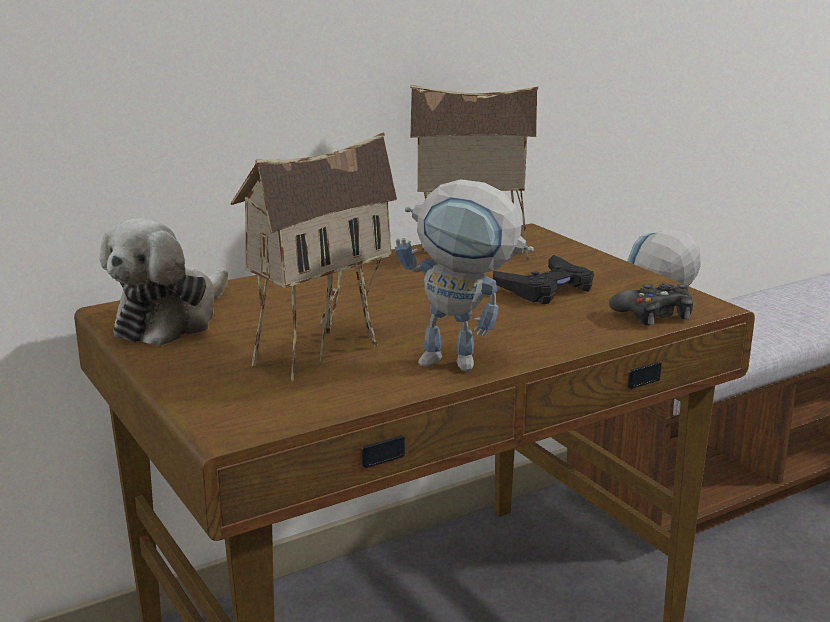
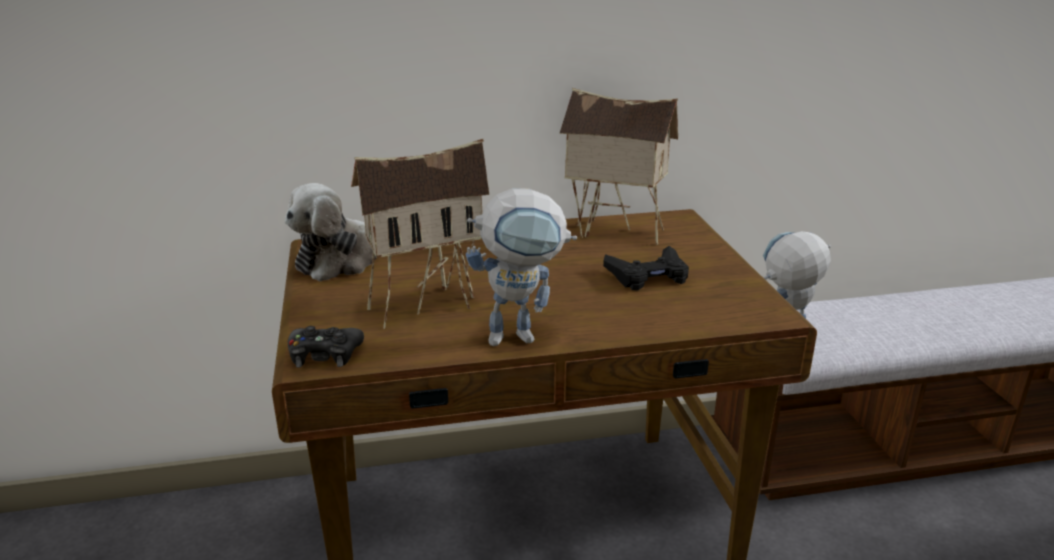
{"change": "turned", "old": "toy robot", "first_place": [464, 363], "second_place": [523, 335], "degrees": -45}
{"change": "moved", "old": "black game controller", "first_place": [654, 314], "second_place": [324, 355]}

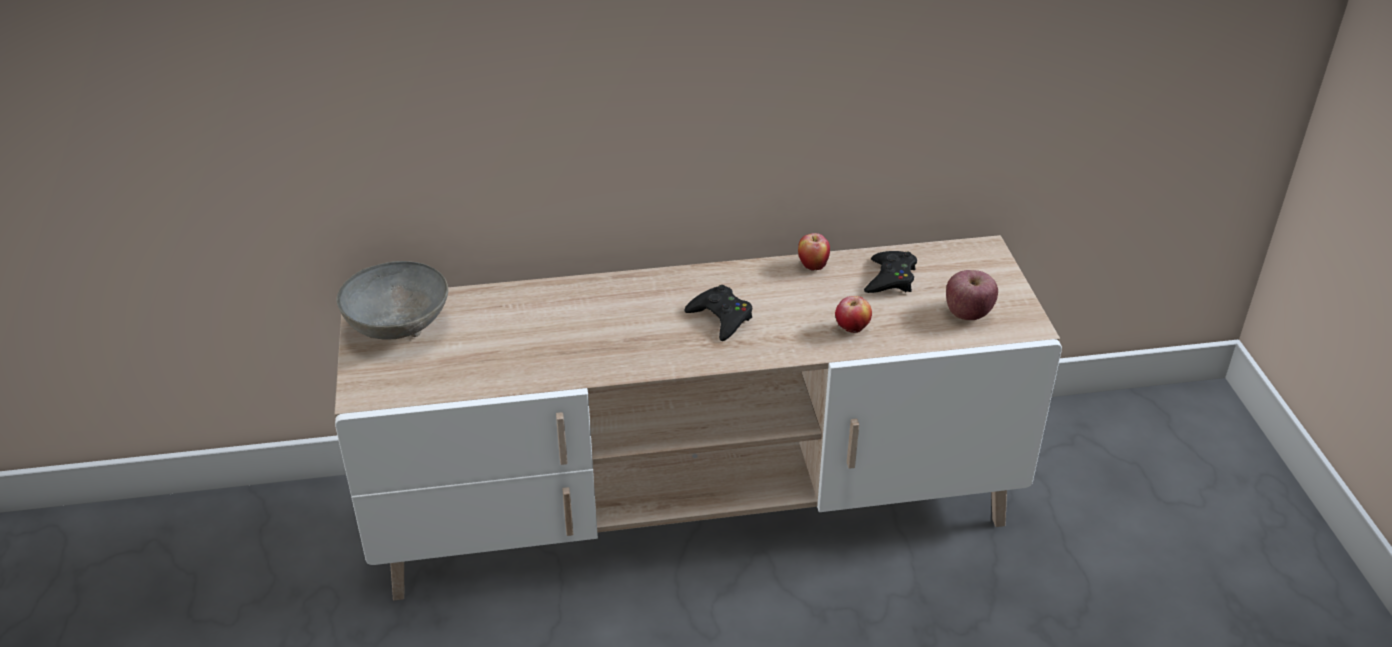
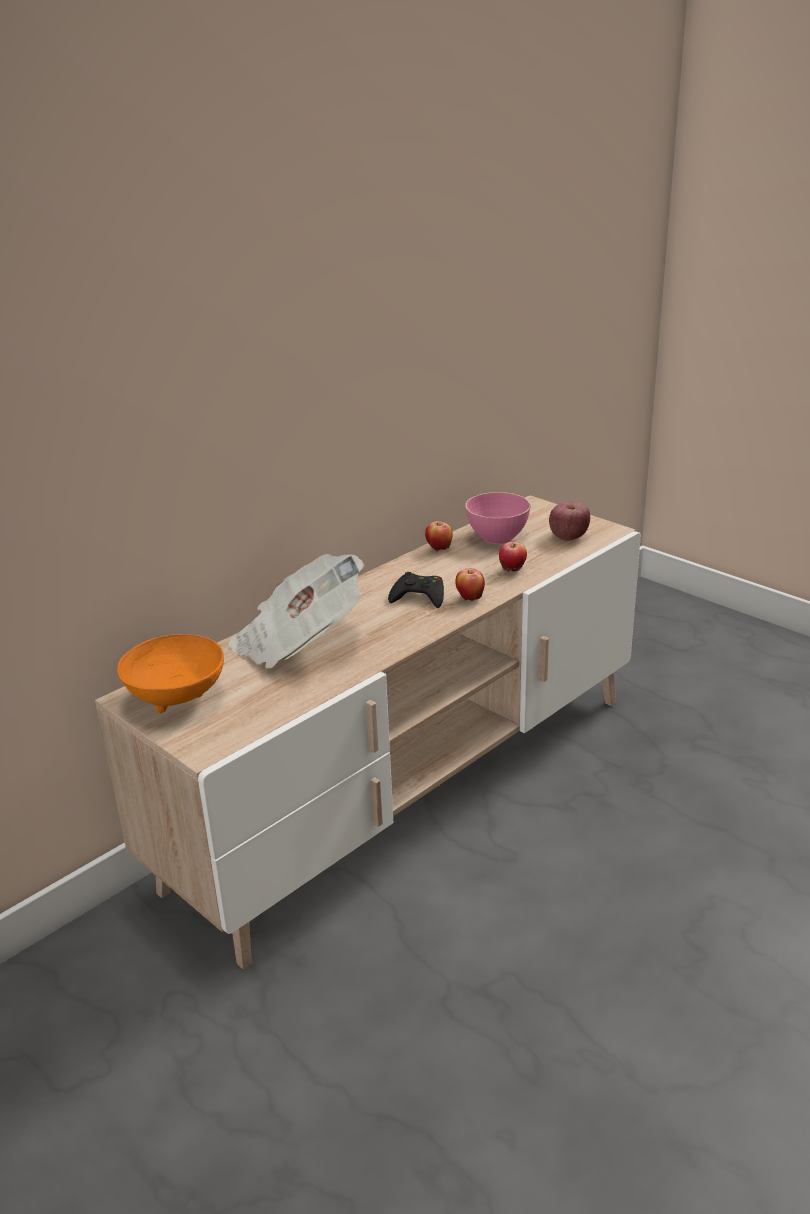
{"change": "recoloured", "old": "grey bowl", "new": "orange bowl", "first_place": [397, 330], "second_place": [176, 700]}
{"change": "replaced", "old": "black game controller", "new": "pink bowl", "first_place": [890, 278], "second_place": [497, 537]}
{"change": "added", "new": "newspaper", "second_place": [298, 641]}
{"change": "added", "new": "apple", "second_place": [469, 598]}

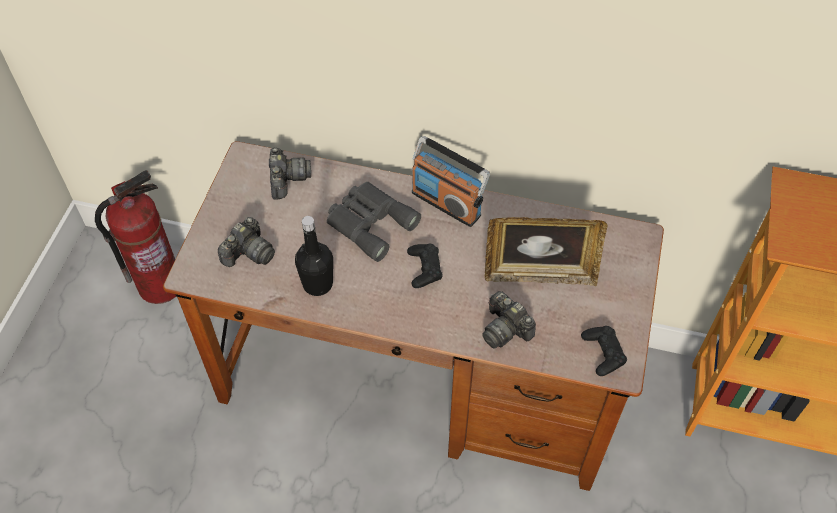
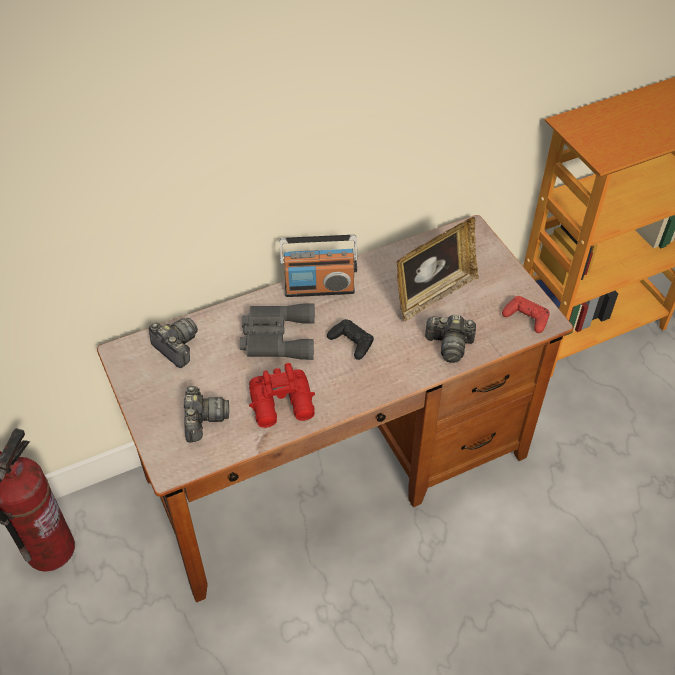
{"change": "replaced", "old": "black bottle", "new": "red binoculars", "first_place": [317, 284], "second_place": [283, 405]}
{"change": "recoloured", "old": "black game controller", "new": "red game controller", "first_place": [603, 353], "second_place": [526, 317]}

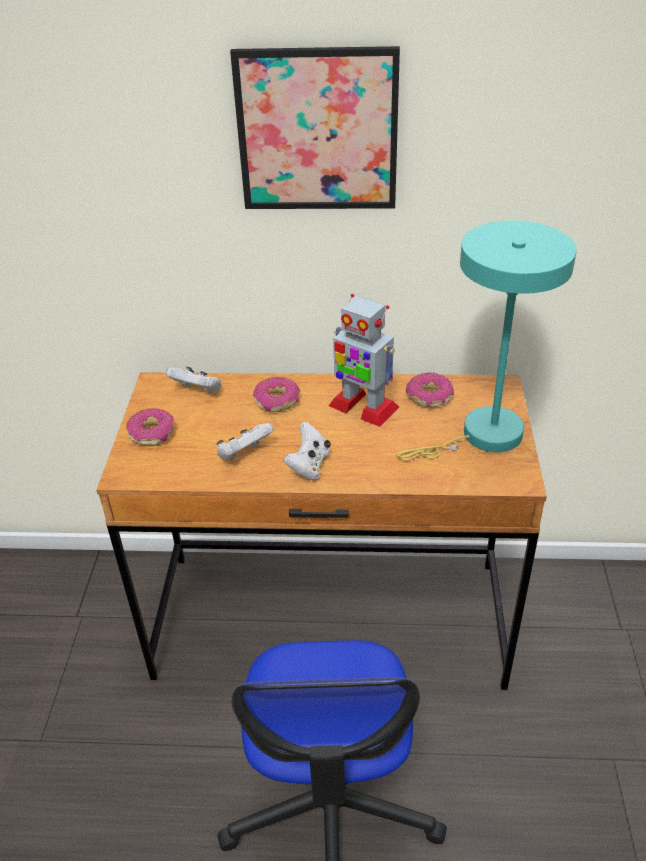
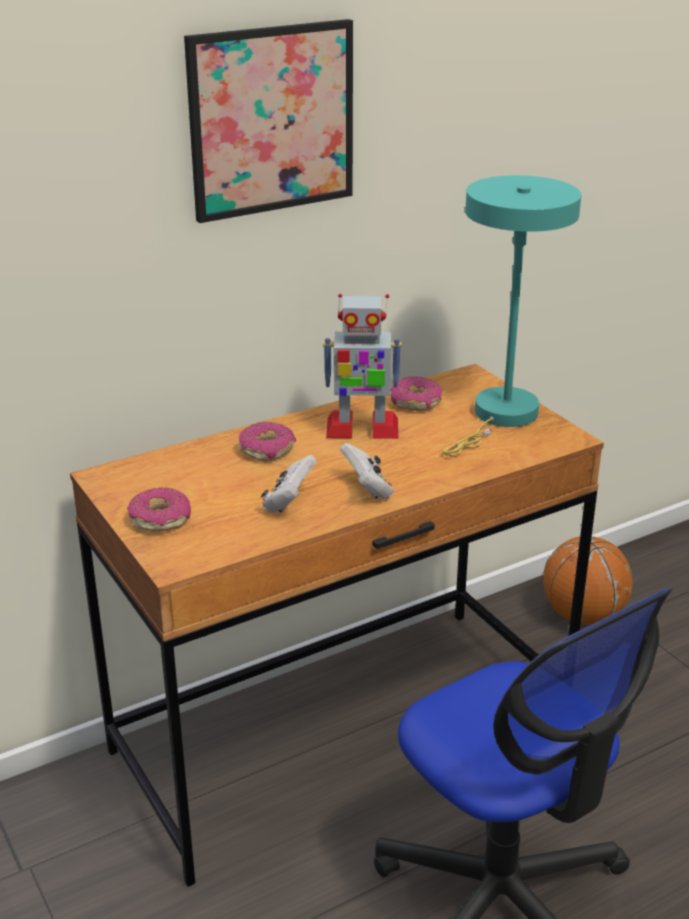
{"change": "removed", "old": "white game controller", "first_place": [198, 391]}
{"change": "added", "new": "basketball", "second_place": [582, 616]}

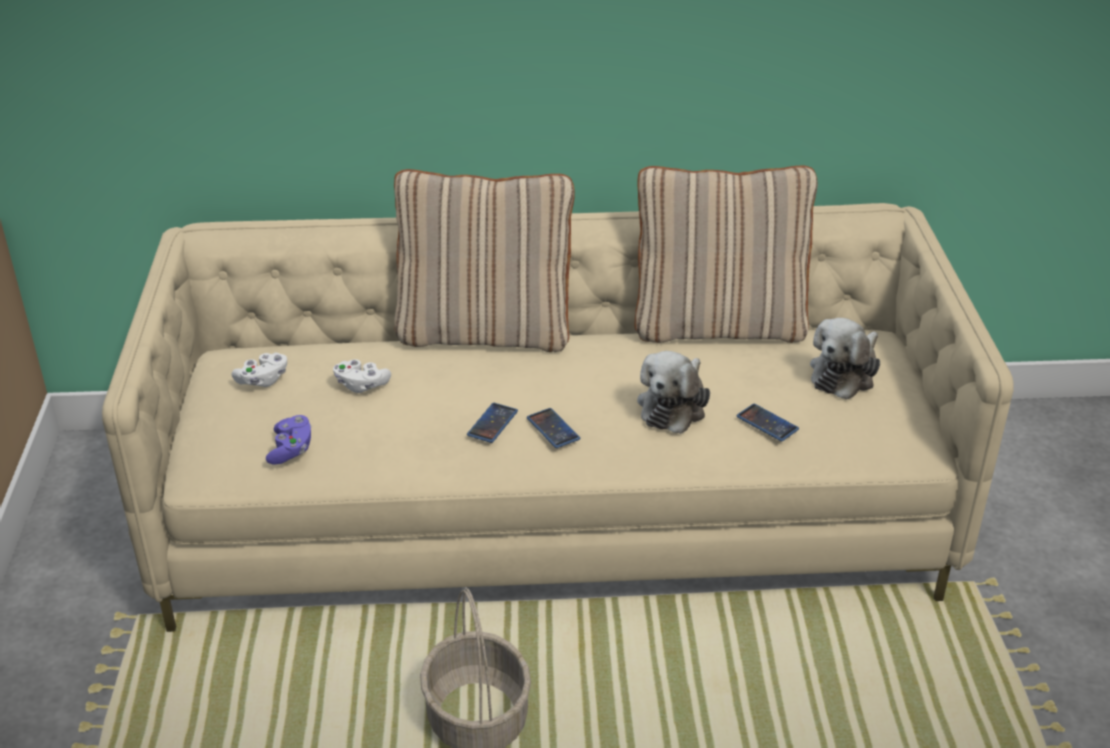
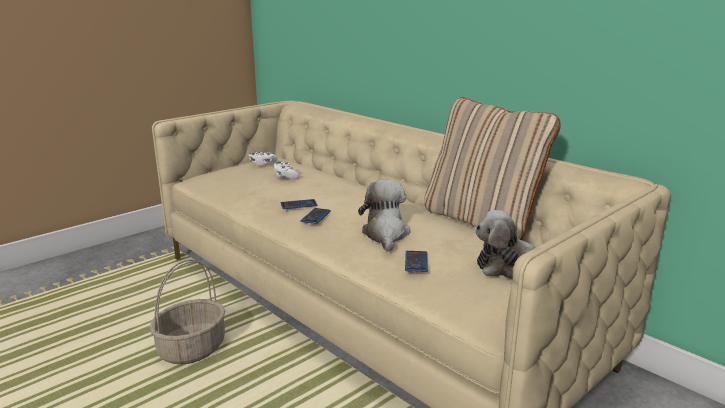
{"change": "removed", "old": "purple game controller", "first_place": [291, 450]}
{"change": "removed", "old": "beige pillow", "first_place": [485, 331]}
{"change": "turned", "old": "plush toy", "first_place": [674, 406], "second_place": [385, 234], "degrees": 105}

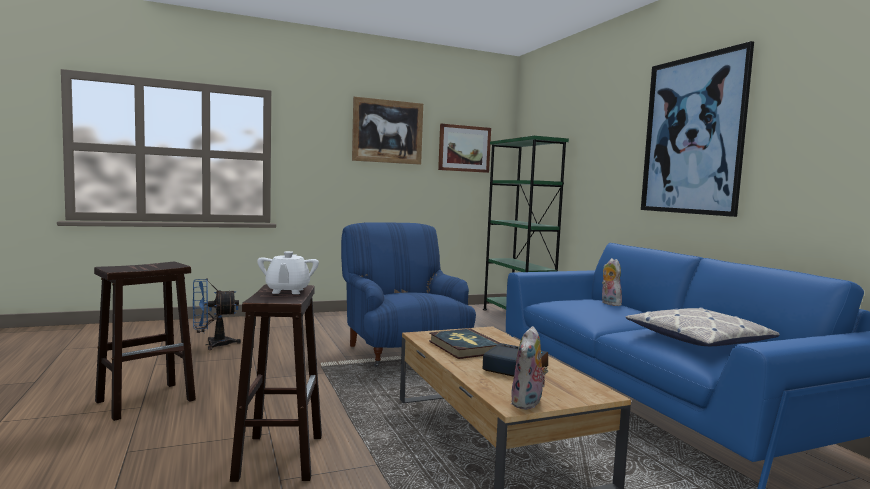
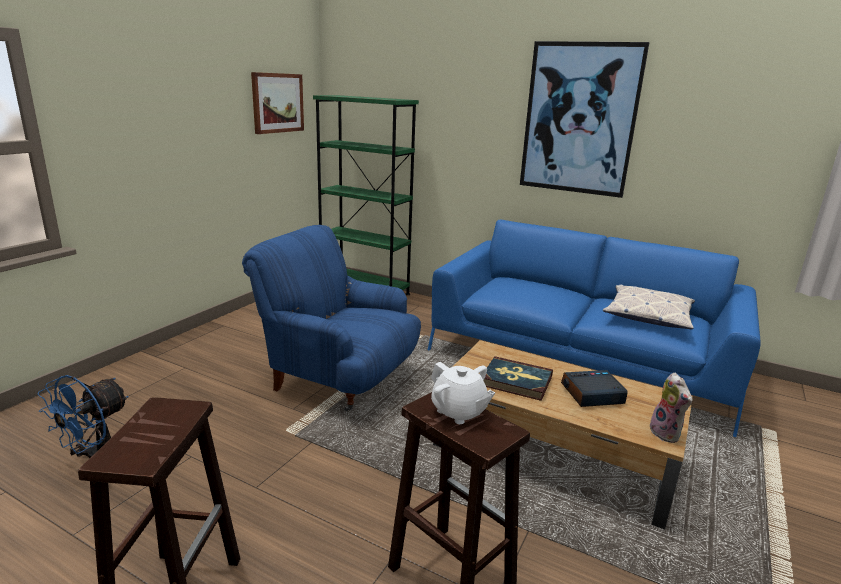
{"change": "removed", "old": "picture", "first_place": [387, 131]}
{"change": "removed", "old": "plush toy", "first_place": [609, 303]}

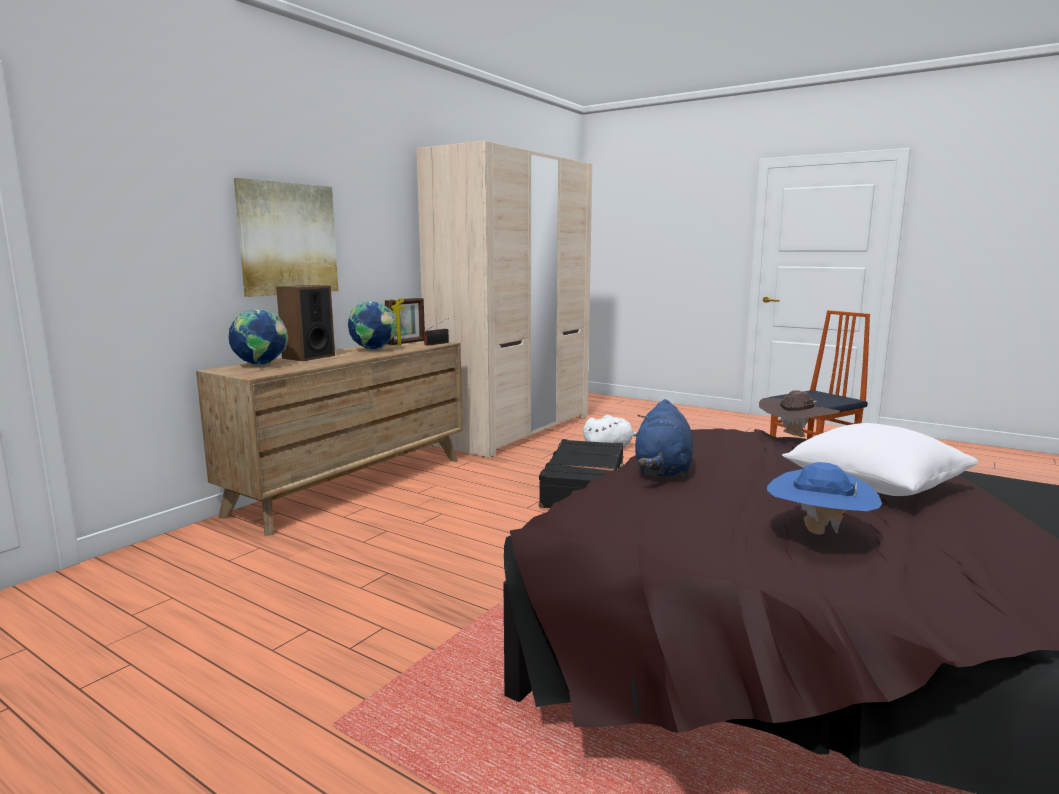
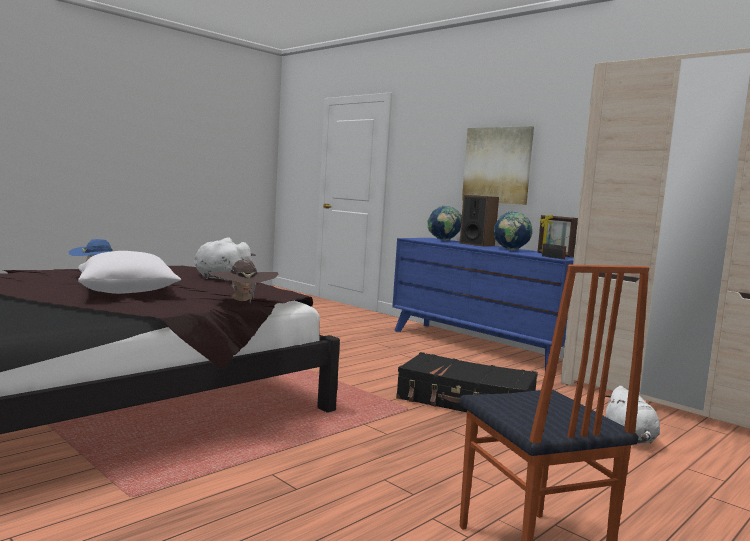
{"change": "recoloured", "old": "brown dresser", "new": "blue dresser", "first_place": [353, 485], "second_place": [480, 346]}
{"change": "recoloured", "old": "blue plush toy", "new": "white plush toy", "first_place": [662, 470], "second_place": [220, 279]}

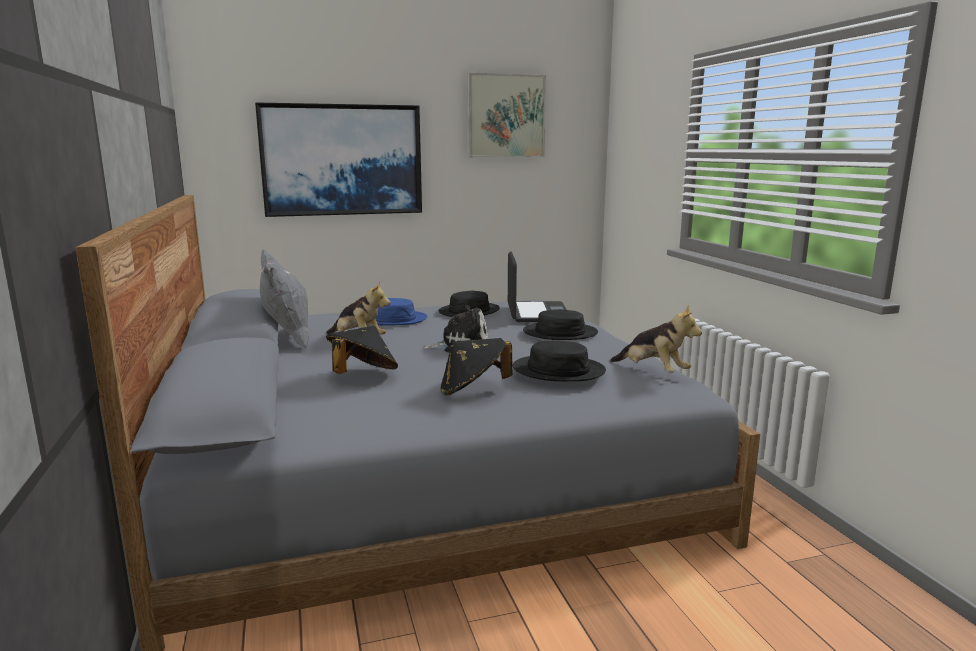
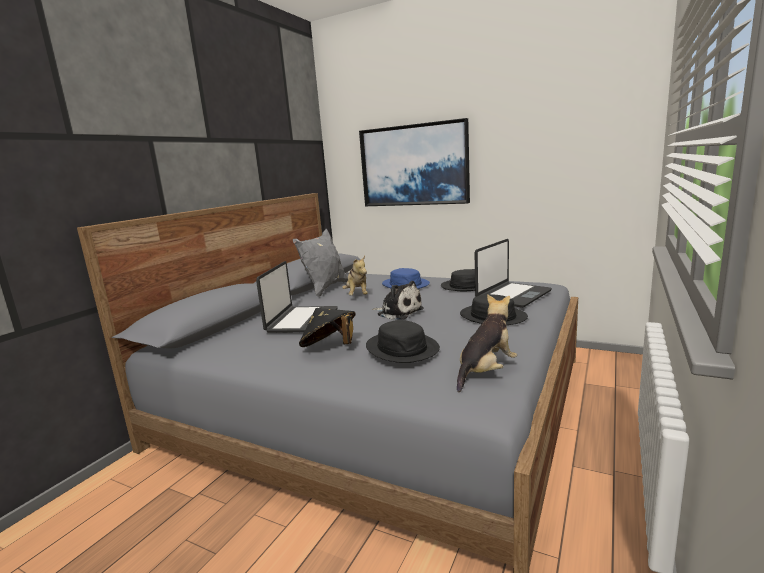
{"change": "replaced", "old": "black hat", "new": "laptop", "first_place": [362, 375], "second_place": [302, 320]}
{"change": "removed", "old": "picture", "first_place": [506, 116]}
{"change": "turned", "old": "plush toy", "first_place": [653, 372], "second_place": [486, 372], "degrees": -135}

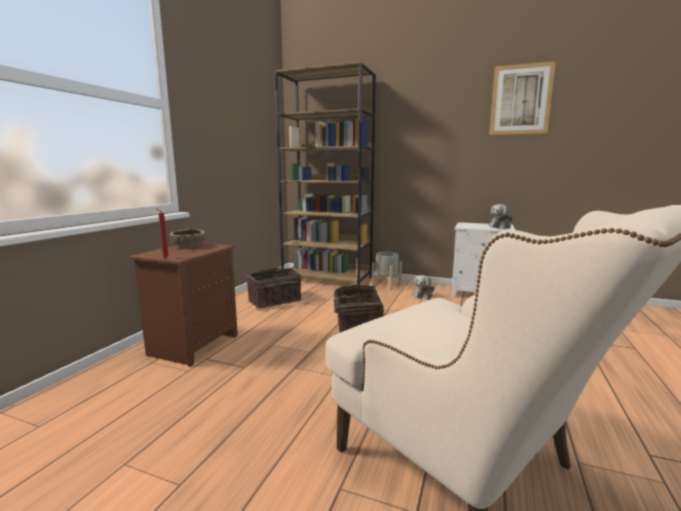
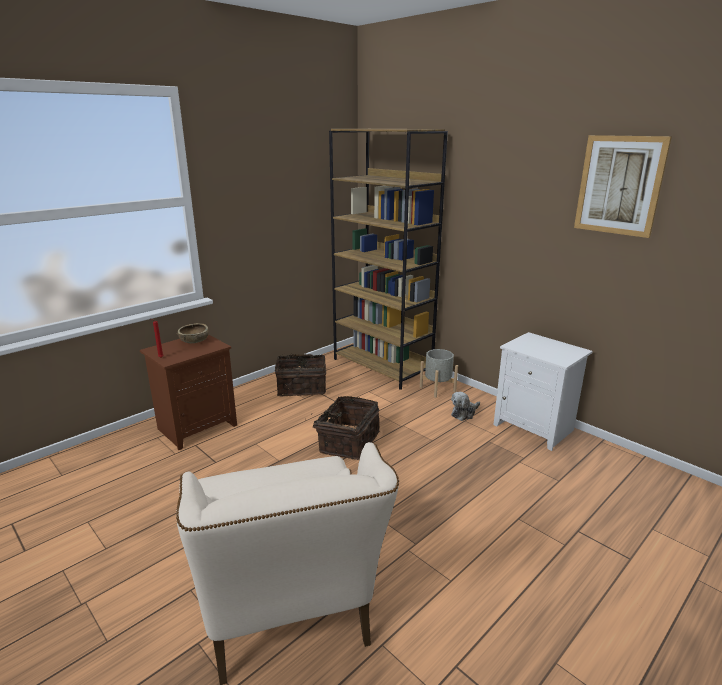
{"change": "removed", "old": "plush toy", "first_place": [500, 226]}

